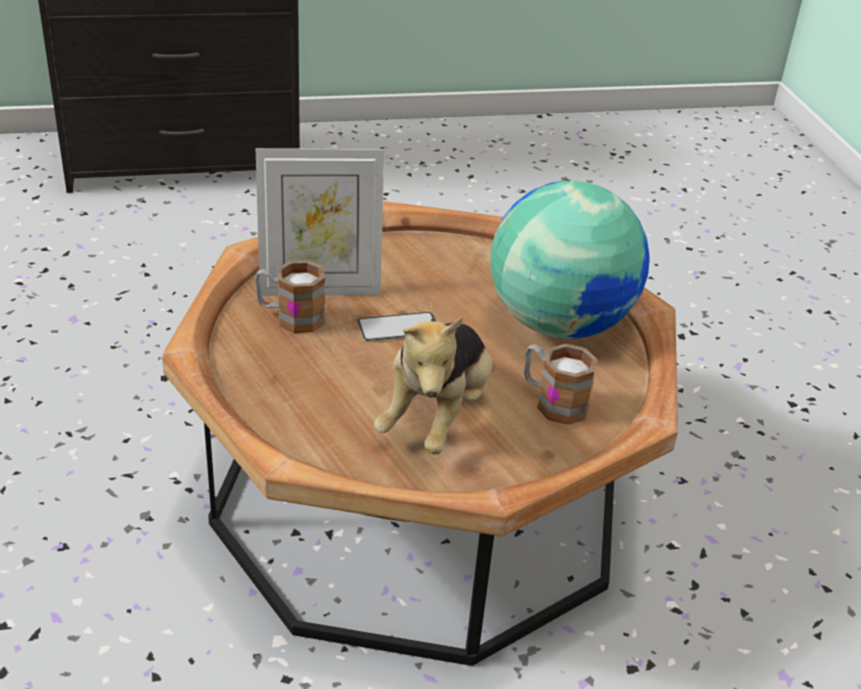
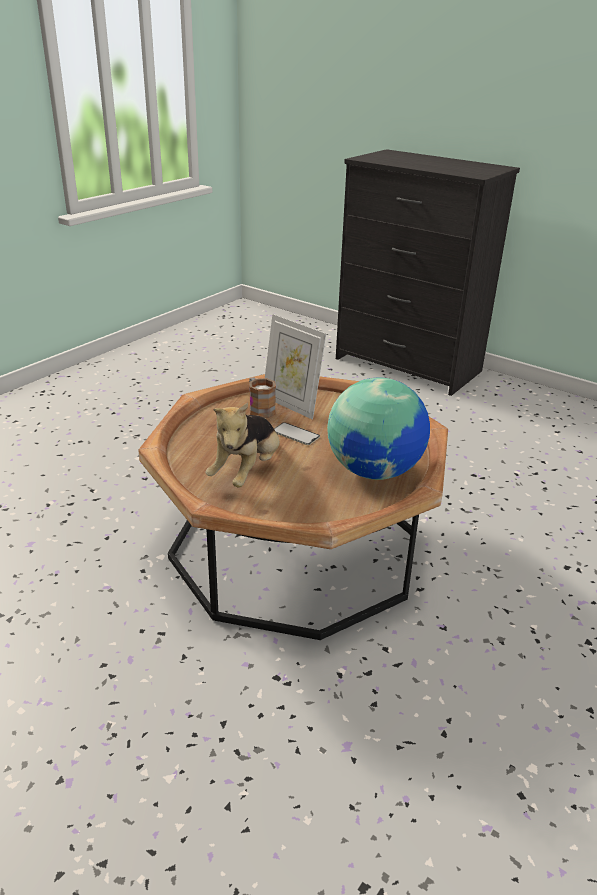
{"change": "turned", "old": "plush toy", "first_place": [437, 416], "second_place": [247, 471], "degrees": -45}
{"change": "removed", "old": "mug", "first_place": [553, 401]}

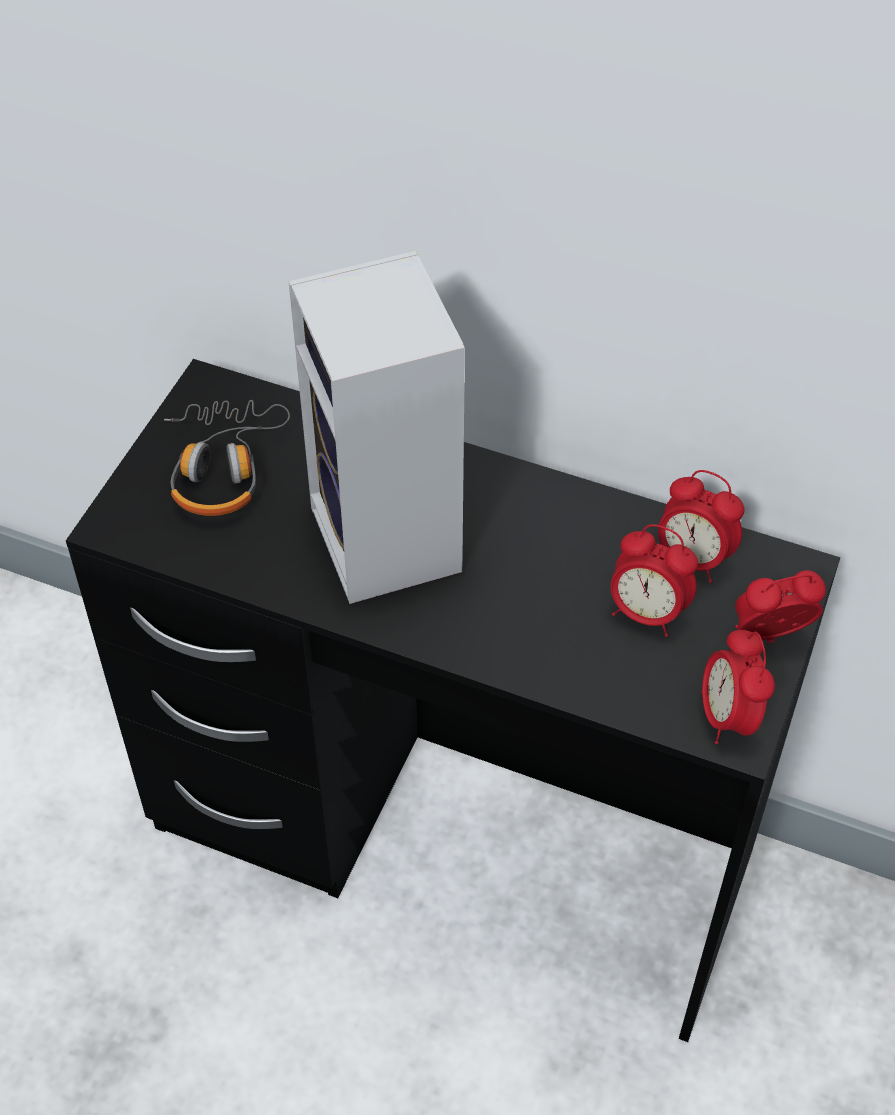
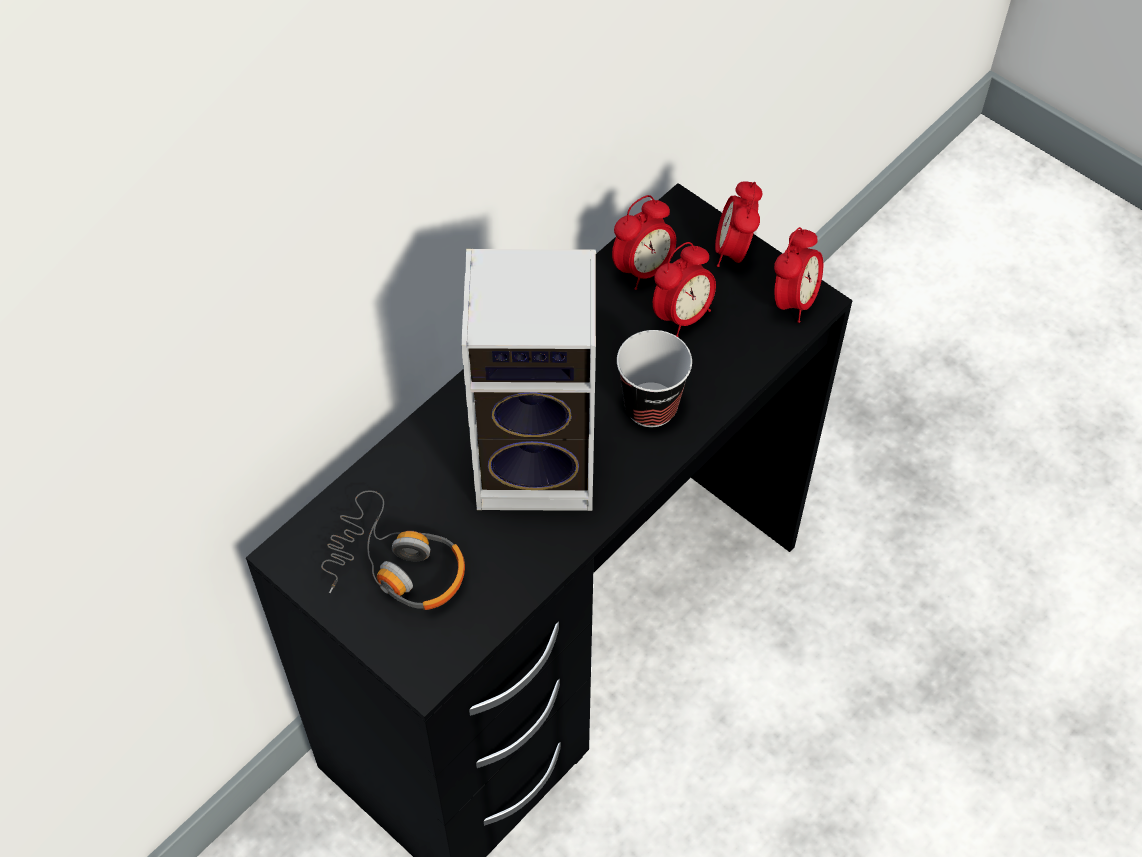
{"change": "turned", "old": "alarm clock", "first_place": [728, 717], "second_place": [793, 301], "degrees": -75}
{"change": "added", "new": "cup", "second_place": [651, 406]}

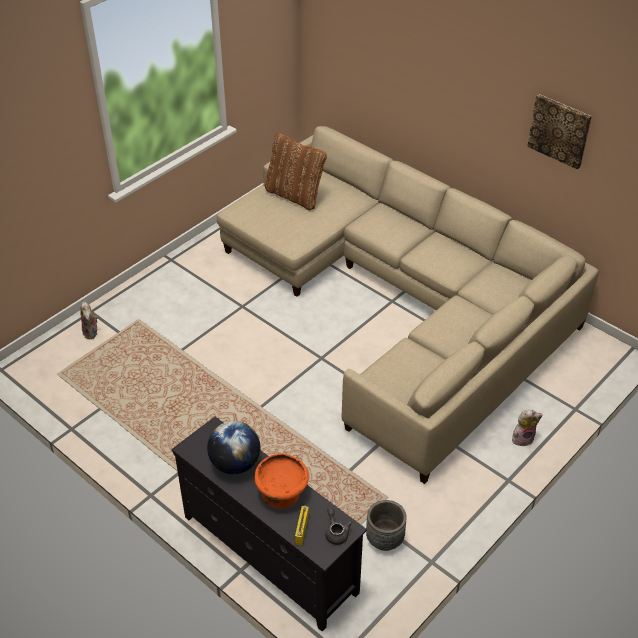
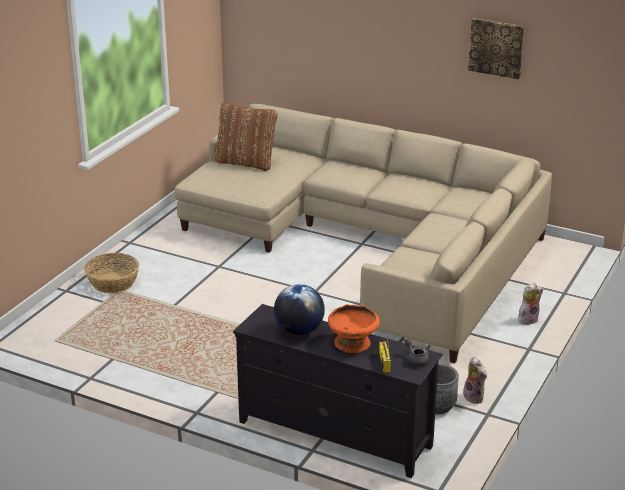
{"change": "moved", "old": "plush toy", "first_place": [92, 333], "second_place": [475, 397]}
{"change": "added", "new": "basket", "second_place": [113, 283]}

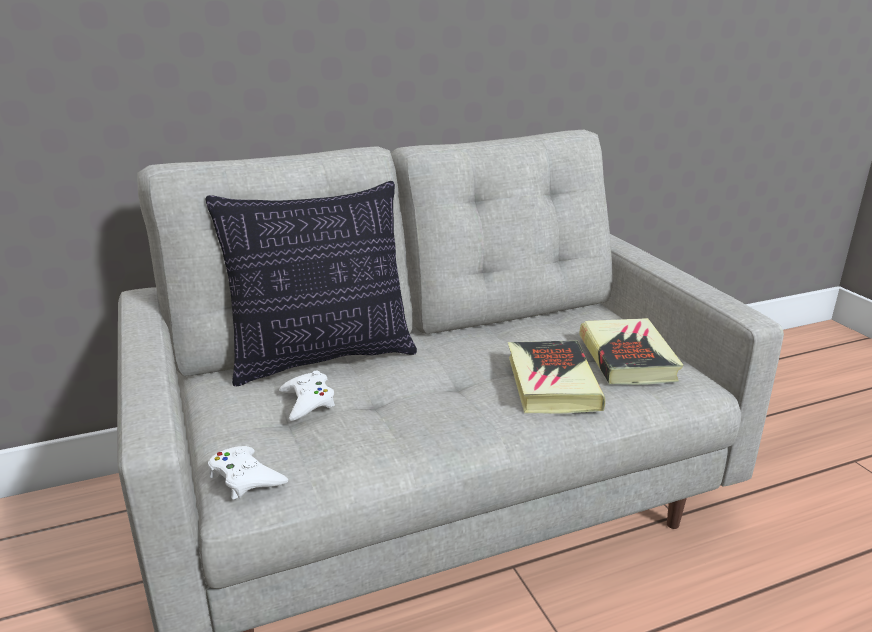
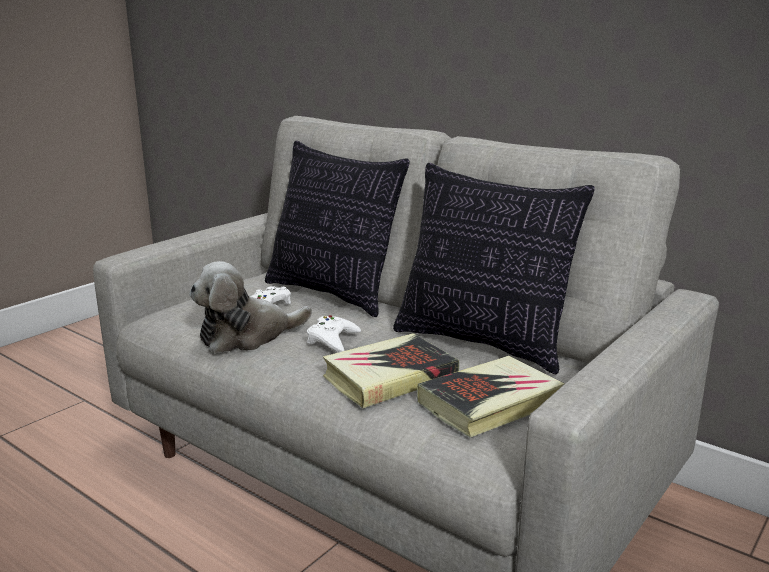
{"change": "moved", "old": "white game controller", "first_place": [246, 478], "second_place": [332, 340]}
{"change": "added", "new": "plush toy", "second_place": [247, 336]}
{"change": "added", "new": "pillow", "second_place": [482, 343]}

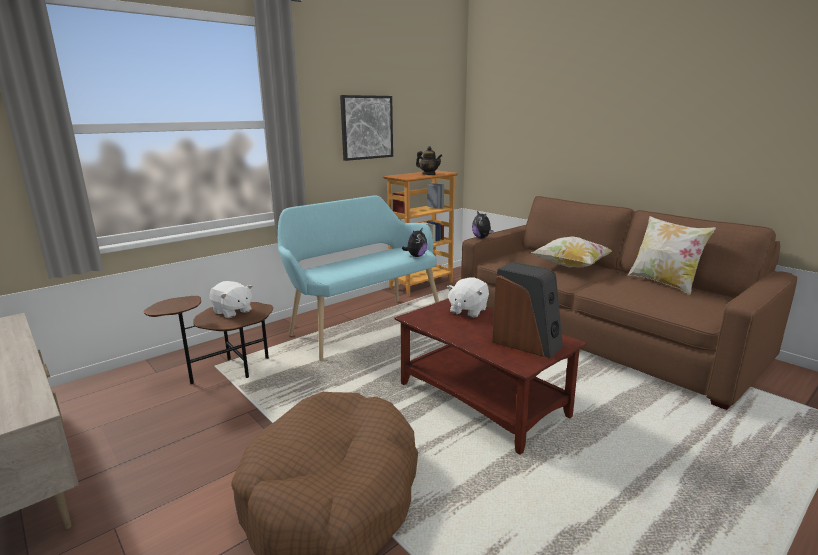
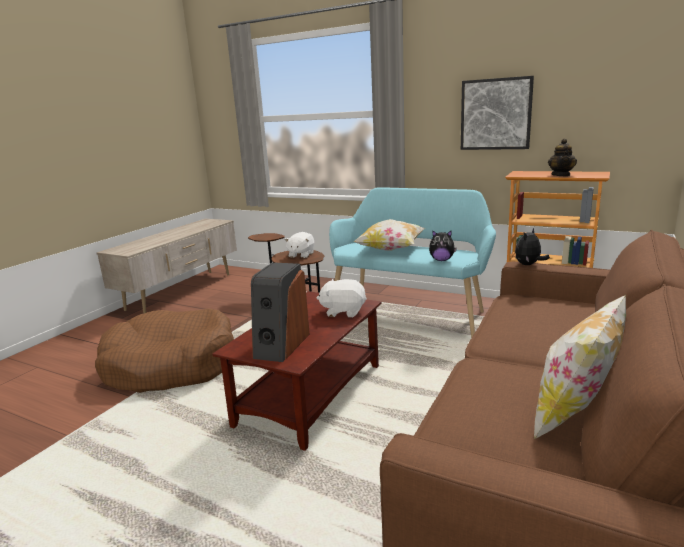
{"change": "moved", "old": "pillow", "first_place": [571, 266], "second_place": [391, 249]}

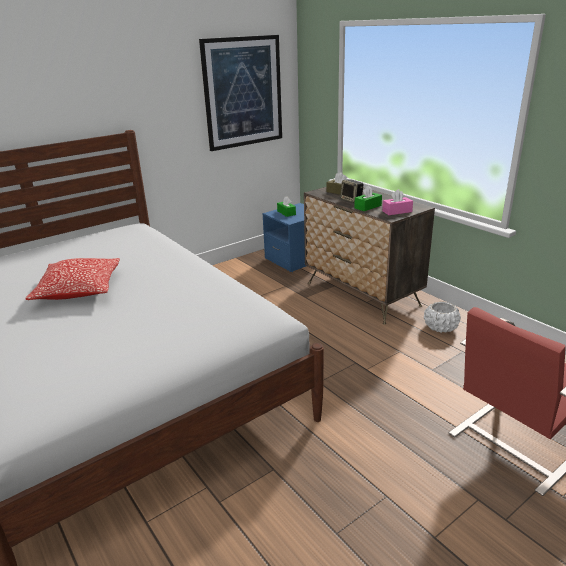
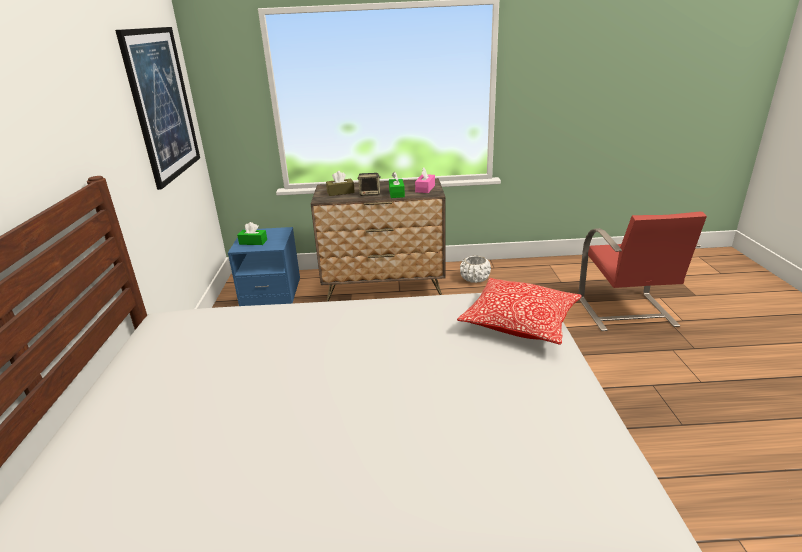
{"change": "moved", "old": "pillow", "first_place": [79, 290], "second_place": [520, 322]}

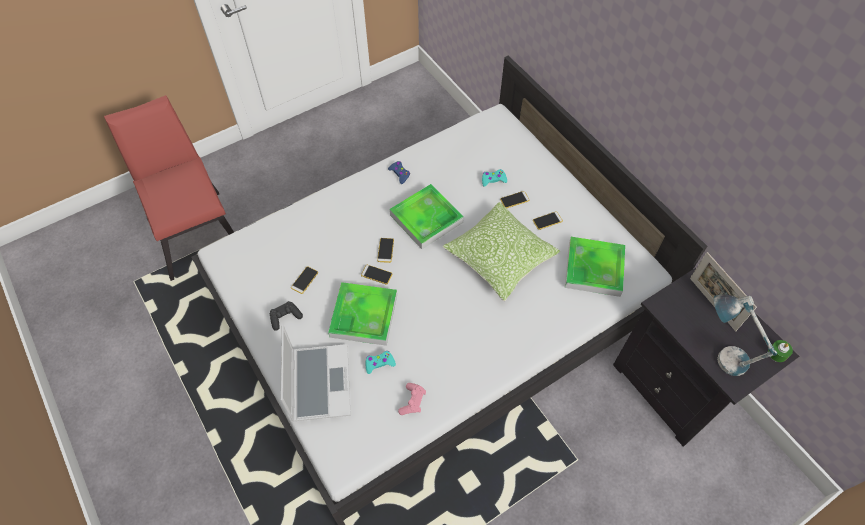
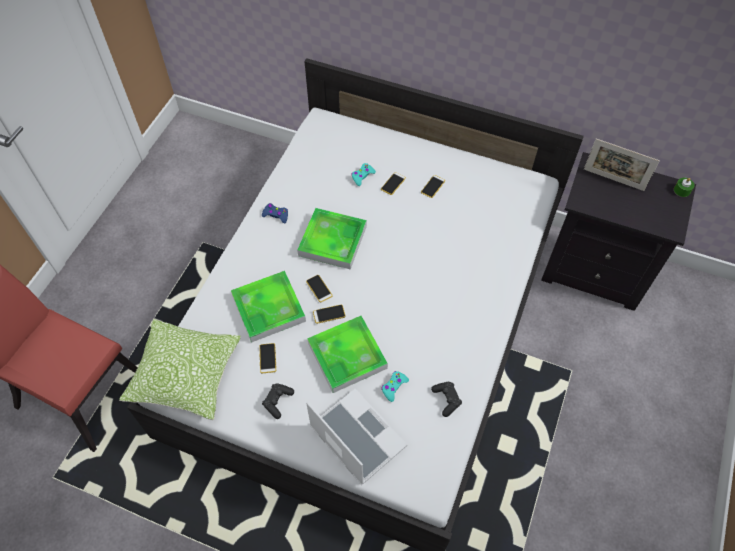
{"change": "recoloured", "old": "pink game controller", "new": "black game controller", "first_place": [412, 401], "second_place": [446, 400]}
{"change": "moved", "old": "pillow", "first_place": [500, 257], "second_place": [185, 374]}
{"change": "moved", "old": "tray", "first_place": [594, 268], "second_place": [268, 308]}
{"change": "removed", "old": "table lamp", "first_place": [720, 354]}

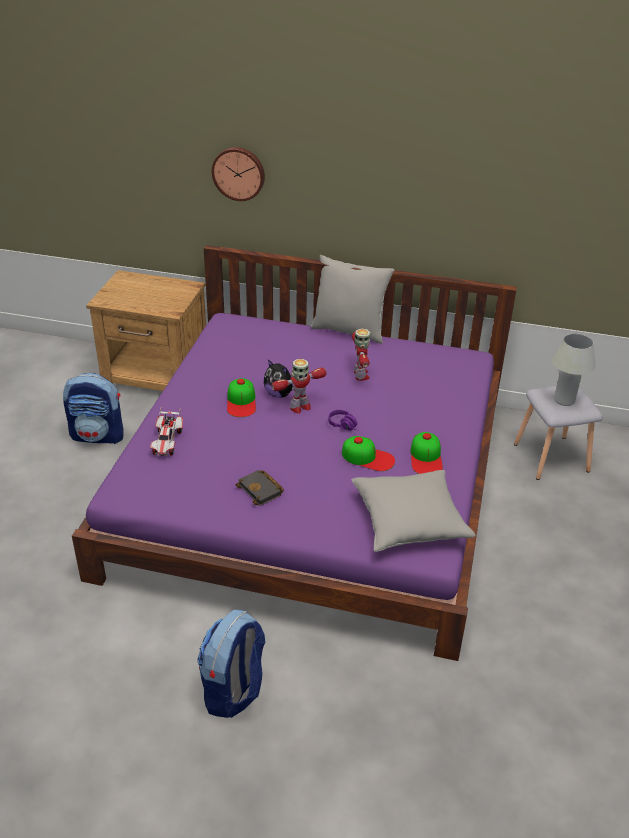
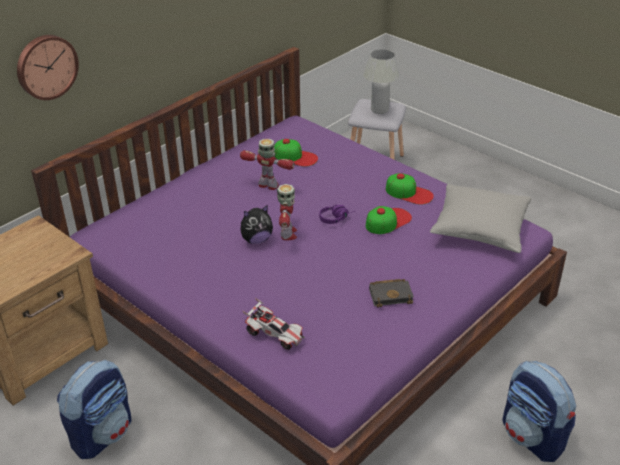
{"change": "moved", "old": "cap", "first_place": [241, 401], "second_place": [295, 156]}
{"change": "removed", "old": "grey pillow", "first_place": [349, 330]}

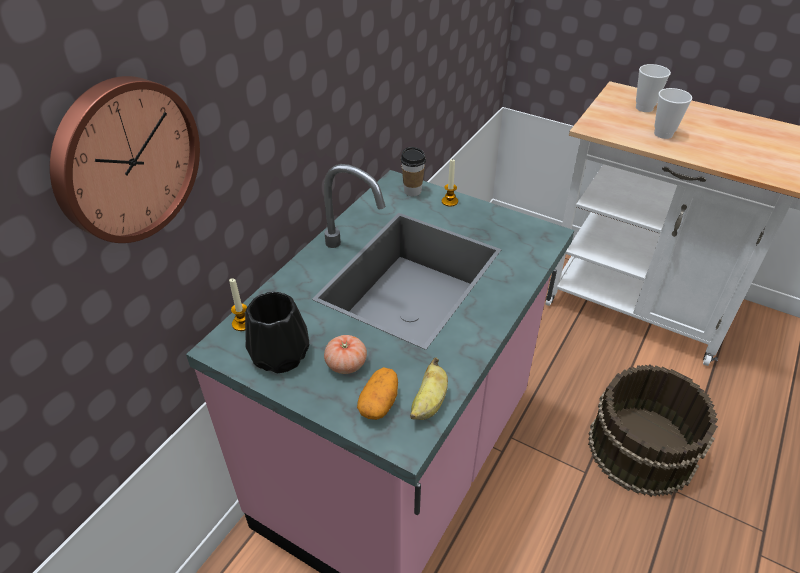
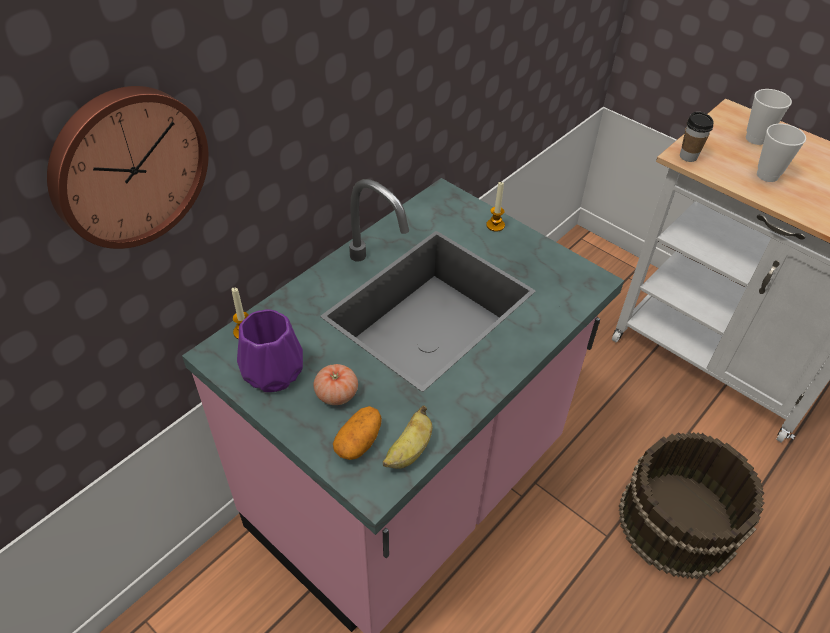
{"change": "recoloured", "old": "black vase", "new": "purple vase", "first_place": [281, 355], "second_place": [274, 372]}
{"change": "moved", "old": "cup", "first_place": [412, 191], "second_place": [688, 156]}

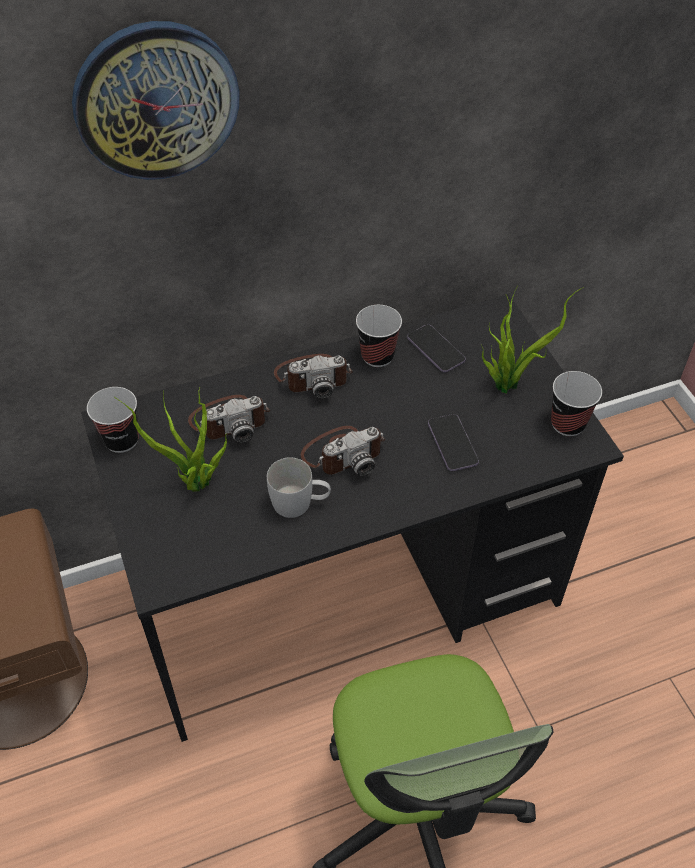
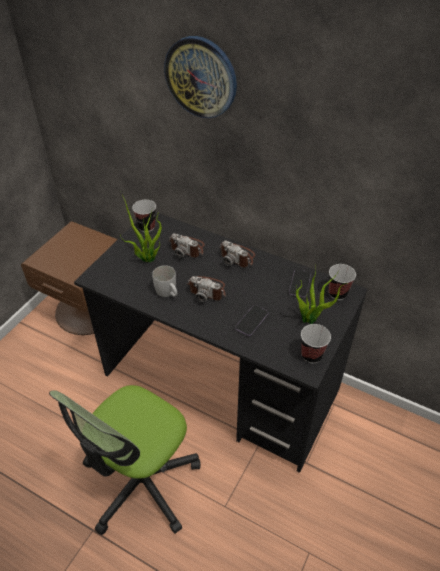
{"change": "moved", "old": "cup", "first_place": [377, 356], "second_place": [337, 293]}

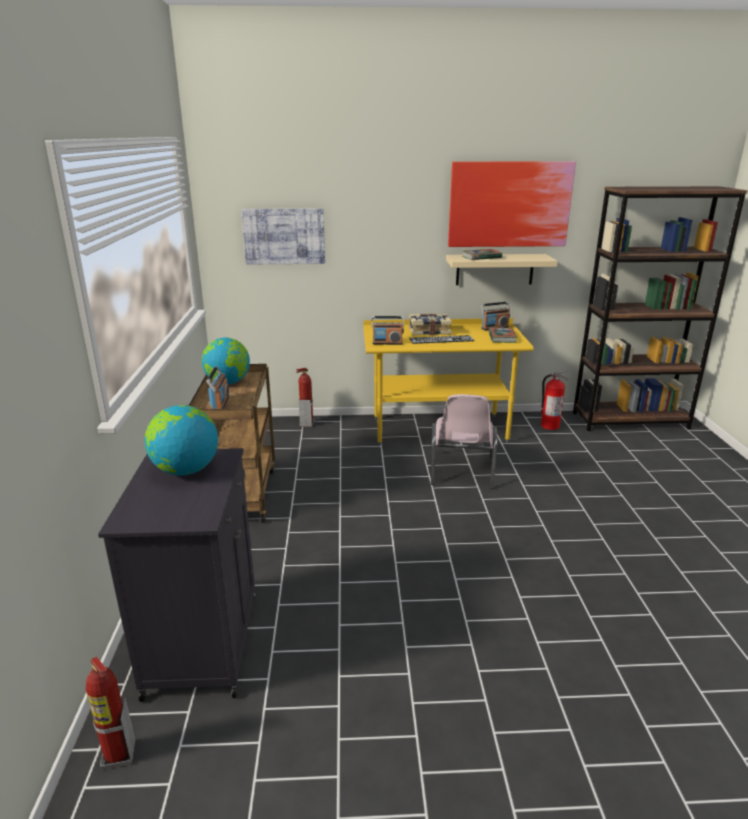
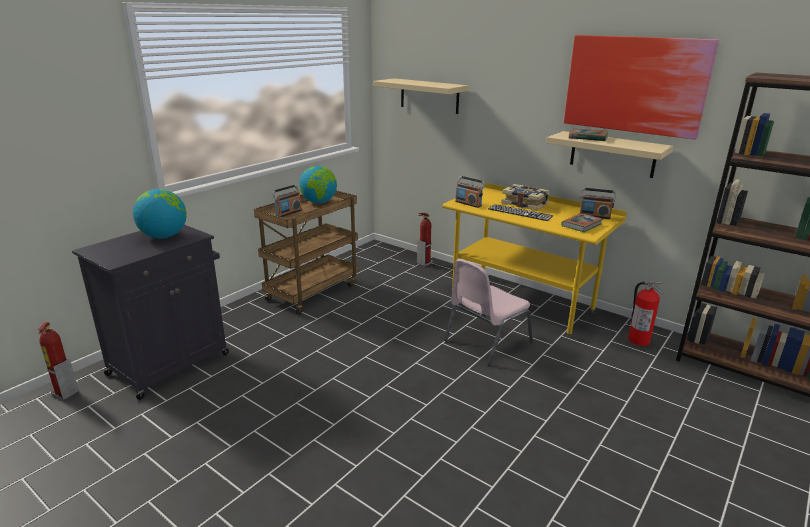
{"change": "replaced", "old": "picture", "new": "beige shelf", "first_place": [284, 236], "second_place": [429, 96]}

